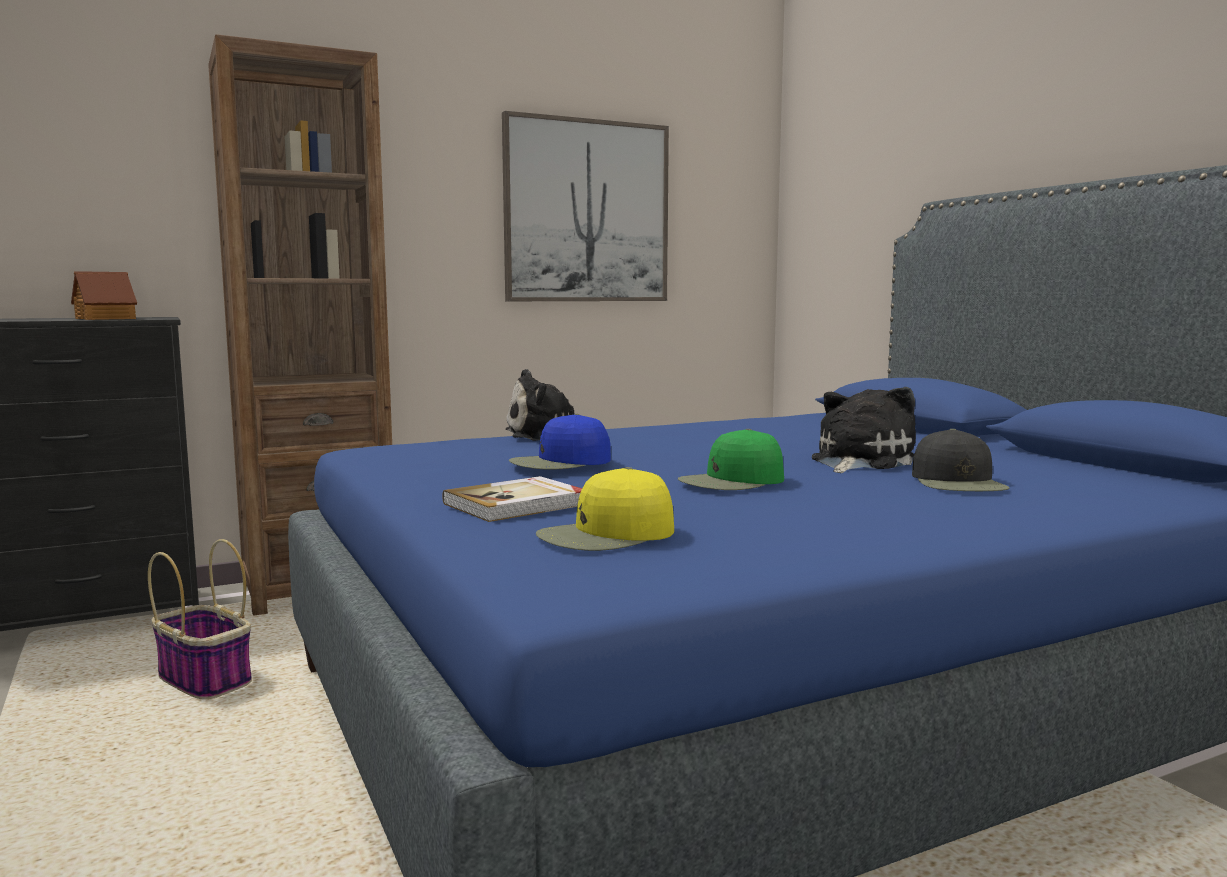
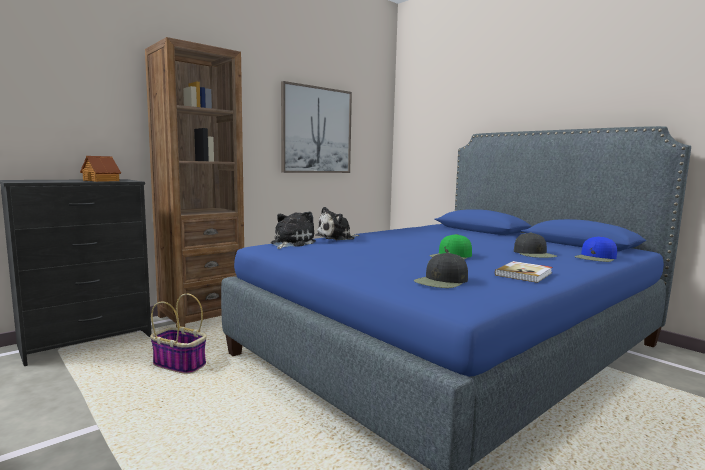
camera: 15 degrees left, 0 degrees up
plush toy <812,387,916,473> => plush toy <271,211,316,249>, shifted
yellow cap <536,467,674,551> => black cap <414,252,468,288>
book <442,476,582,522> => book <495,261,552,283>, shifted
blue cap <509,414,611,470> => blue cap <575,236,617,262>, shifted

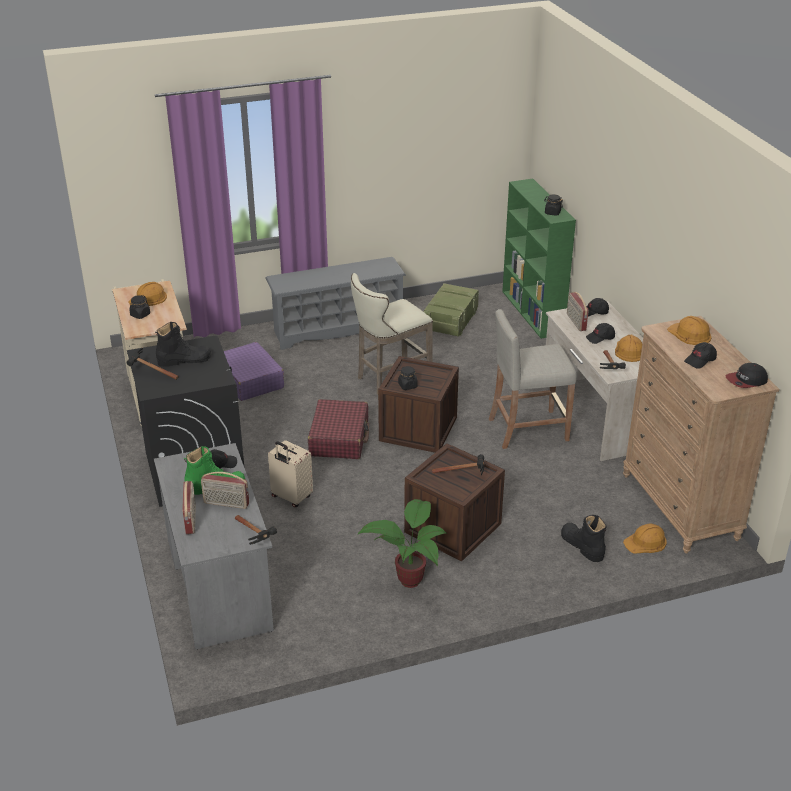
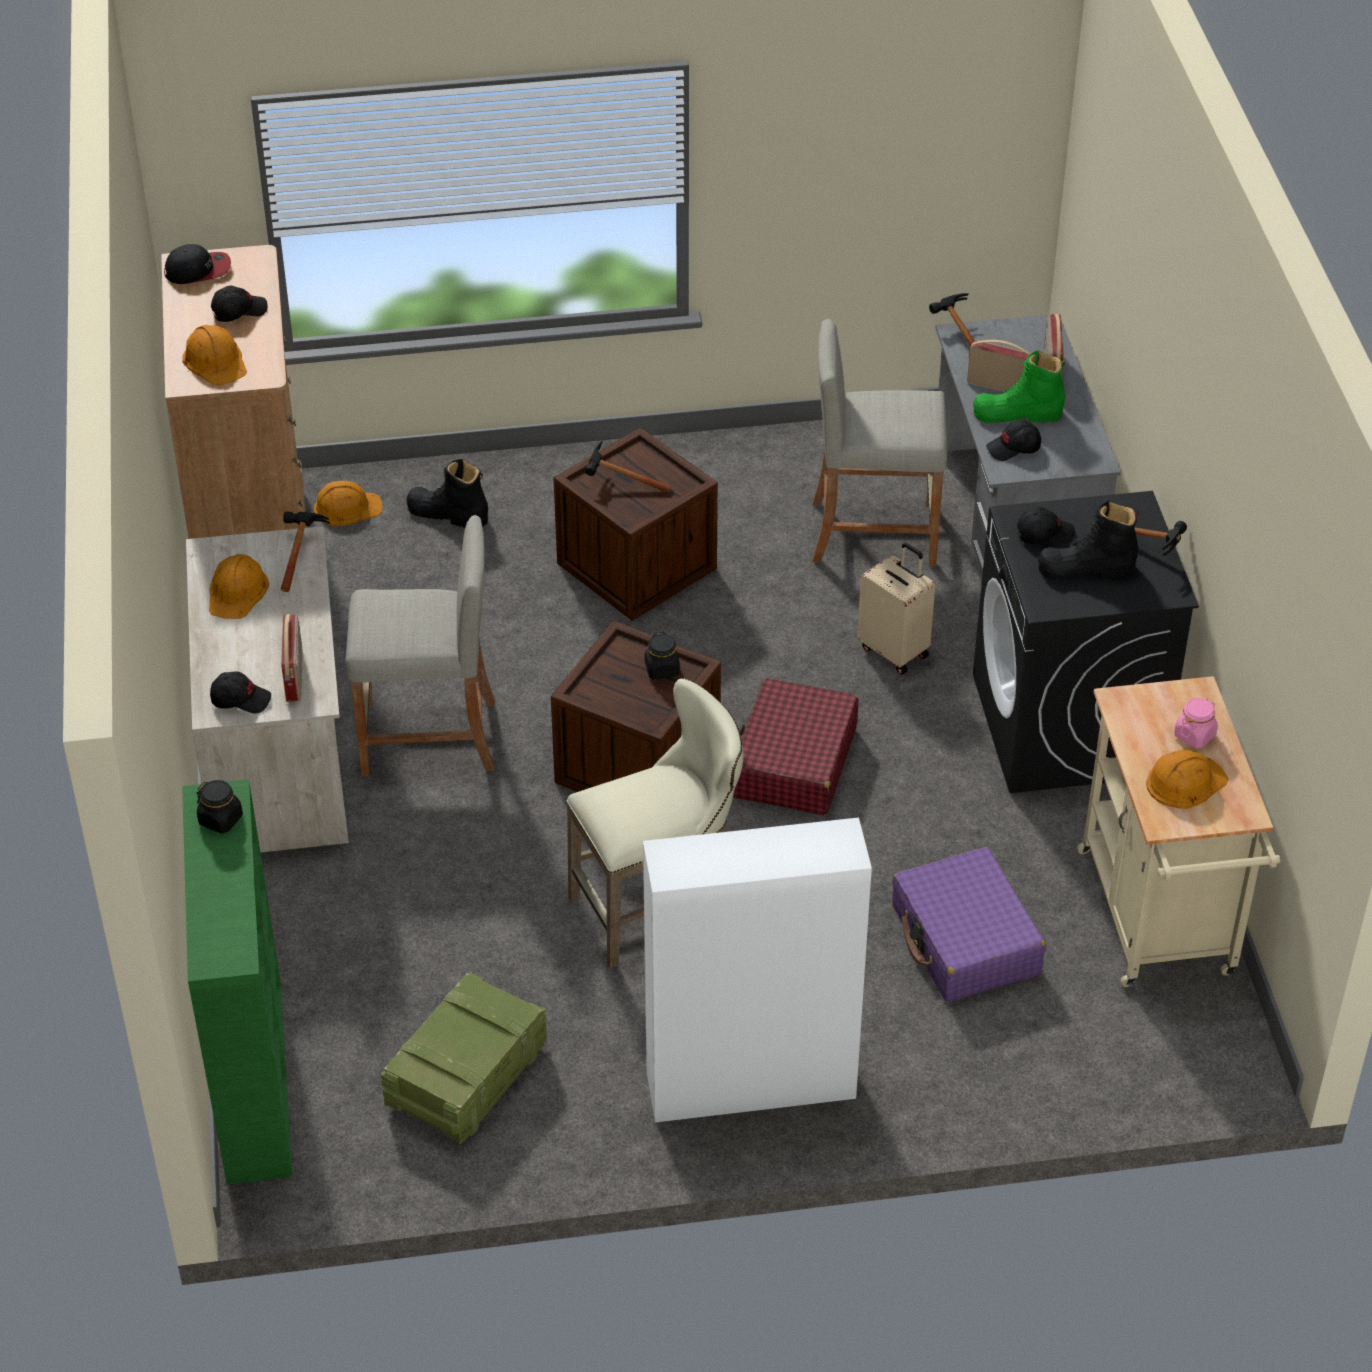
camera: 170 degrees left, 10 degrees up
black boot <561,515,606,562> => black boot <406,459,488,528>, 135 degrees clockwise
grey shoe rack <266,257,406,350> => white cabinet <643,818,872,1123>
nothing => beige stool <812,319,947,567>
black cap <586,323,615,344> => black cap <1017,507,1075,544>, shifted
black jar <129,295,150,319> => pink jar <1174,698,1218,748>
potted plant <357,499,447,588> => nothing

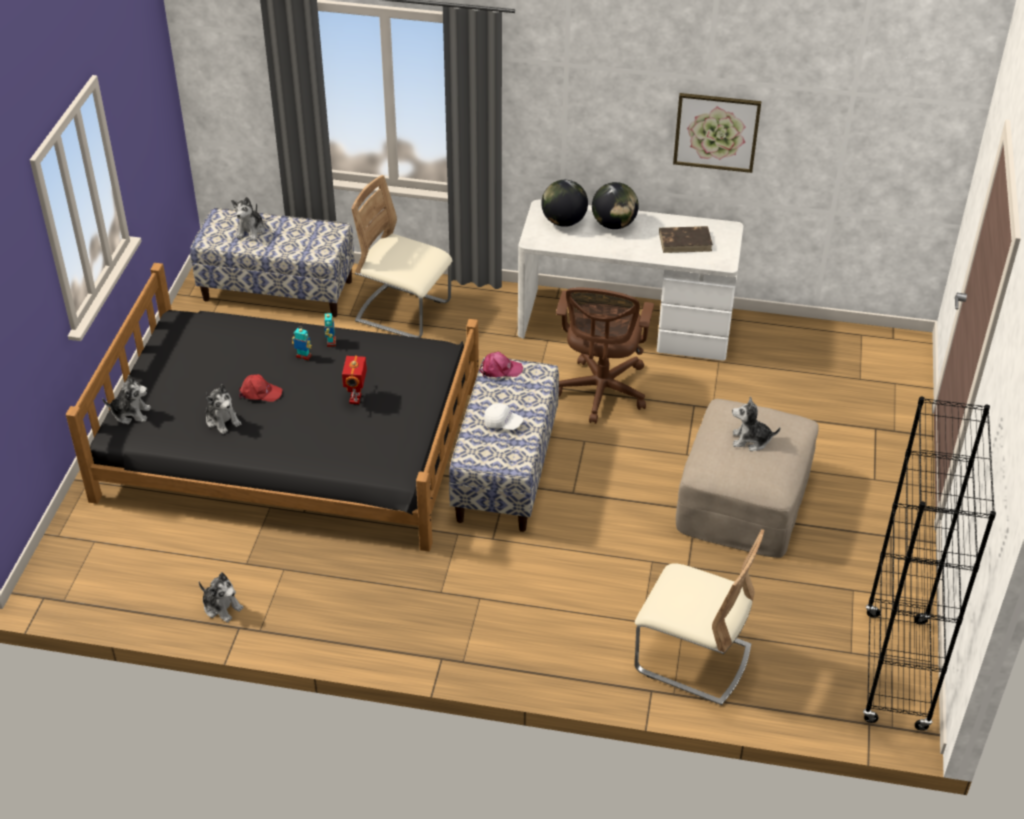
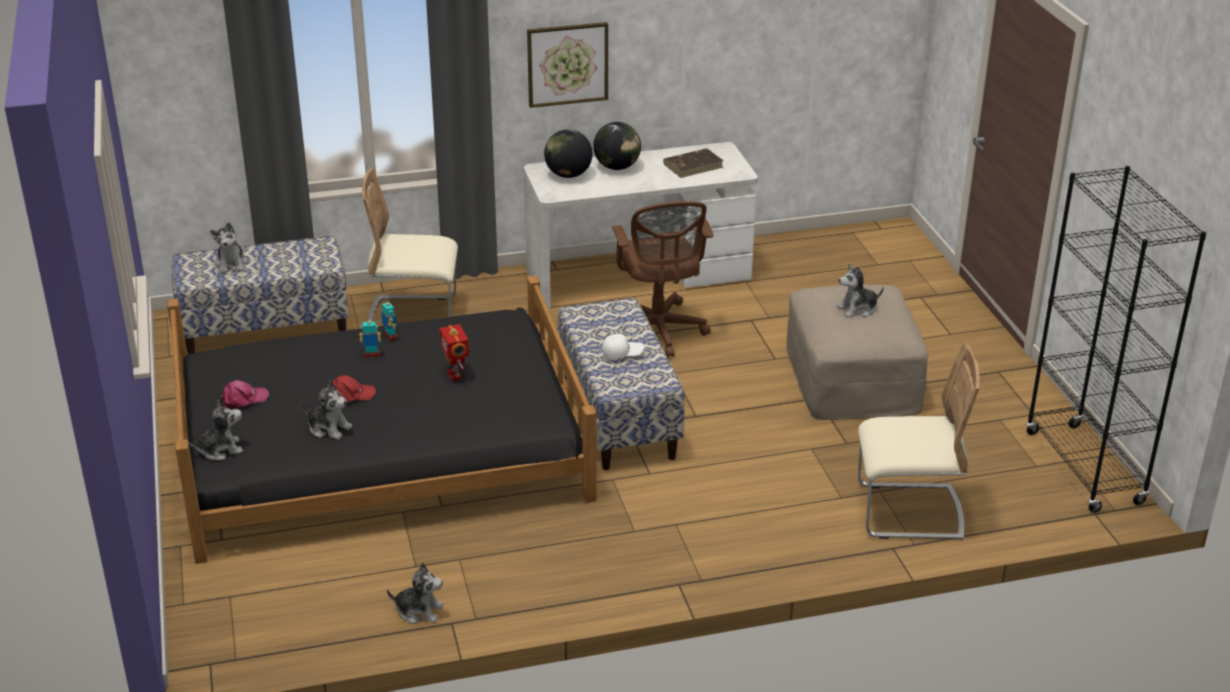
camera: 25 degrees left, 10 degrees down
pink cap <480,352,523,377> => pink cap <220,380,269,409>, shifted
picture <673,93,761,173> => picture <527,22,608,108>, shifted

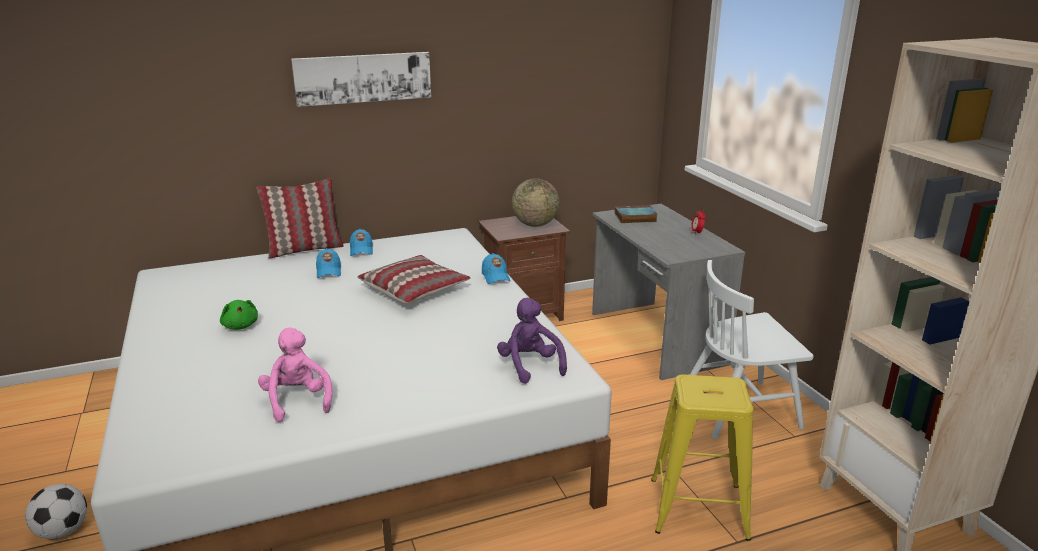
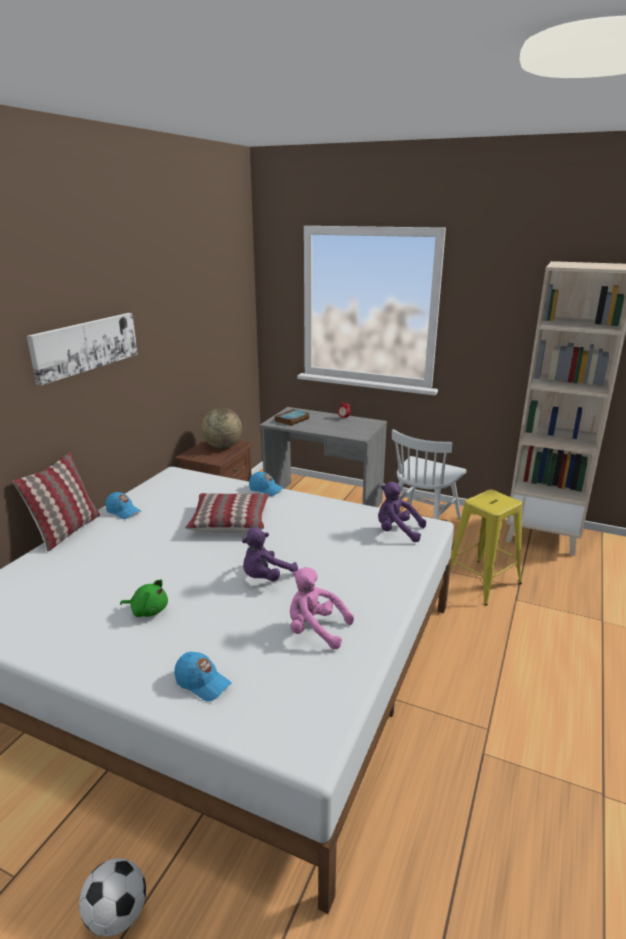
camera: 45 degrees left, 0 degrees up
blue cap <316,248,341,278> => blue cap <174,652,232,701>, shifted
nothing => purple plush toy <242,527,298,582>

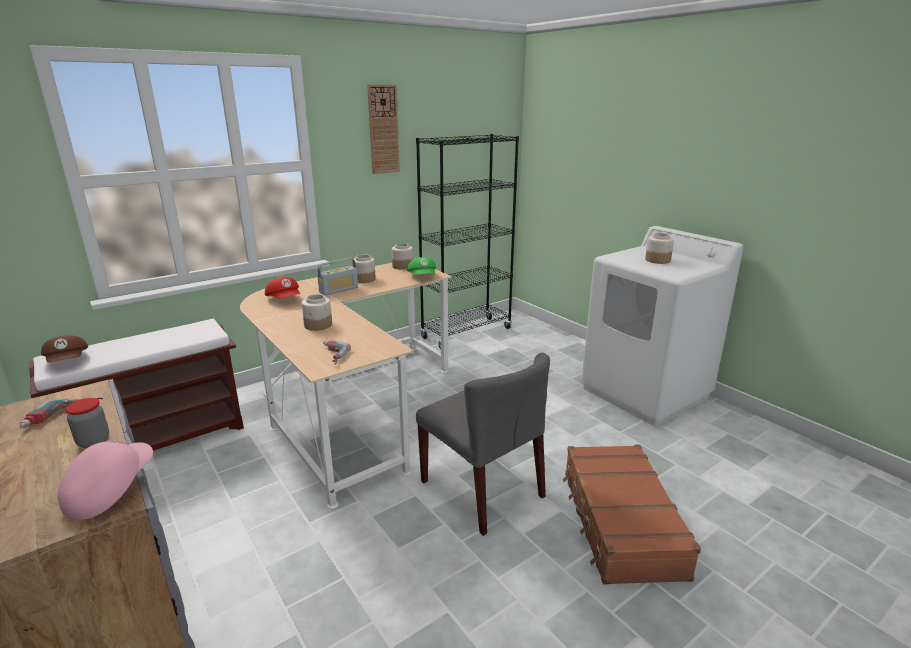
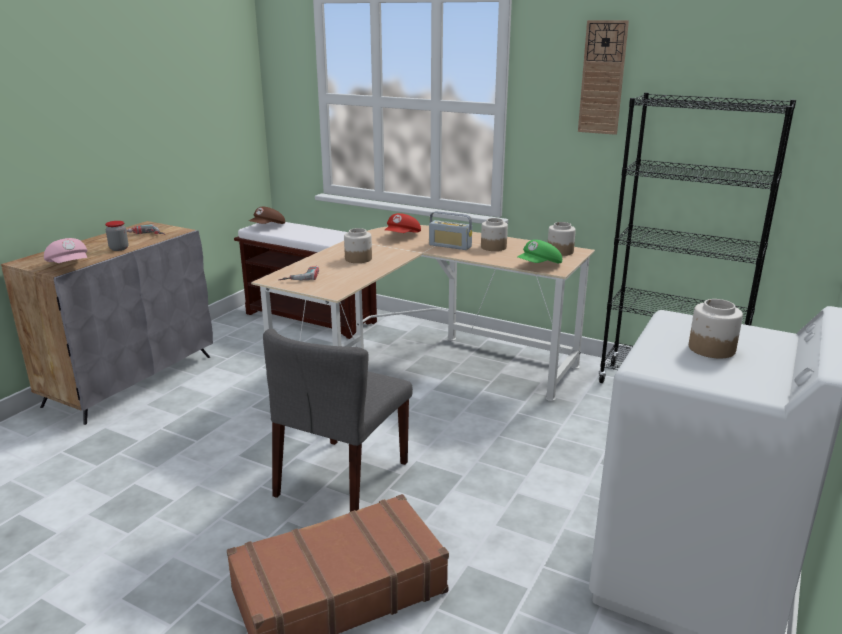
camera: 65 degrees right, 0 degrees up
pink cap <58,439,153,520> => pink cap <44,238,87,263>, 60 degrees clockwise

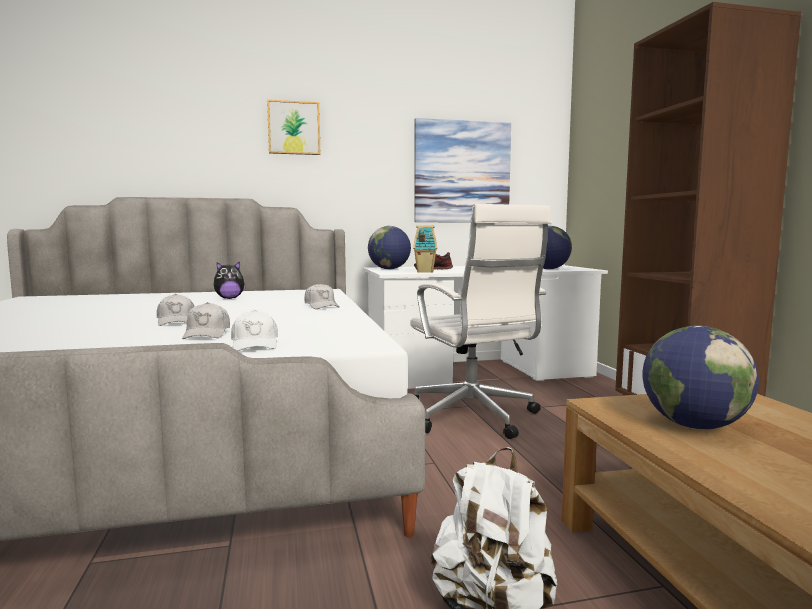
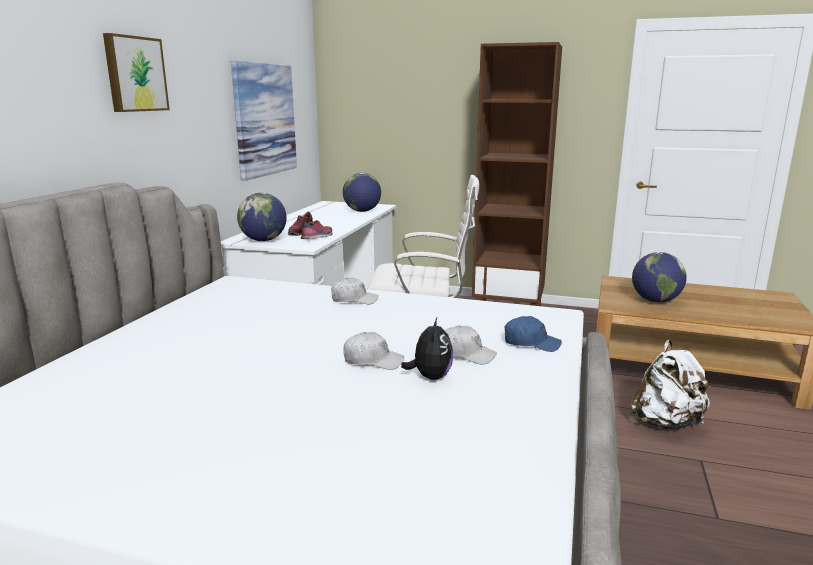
camera: 60 degrees left, 10 degrees up
toy house <413,225,437,273> => shoe <301,220,333,239>
plush toy <214,261,246,299> => plush toy <401,318,453,380>, shifted
white cap <231,310,278,351> => blue cap <504,316,562,352>

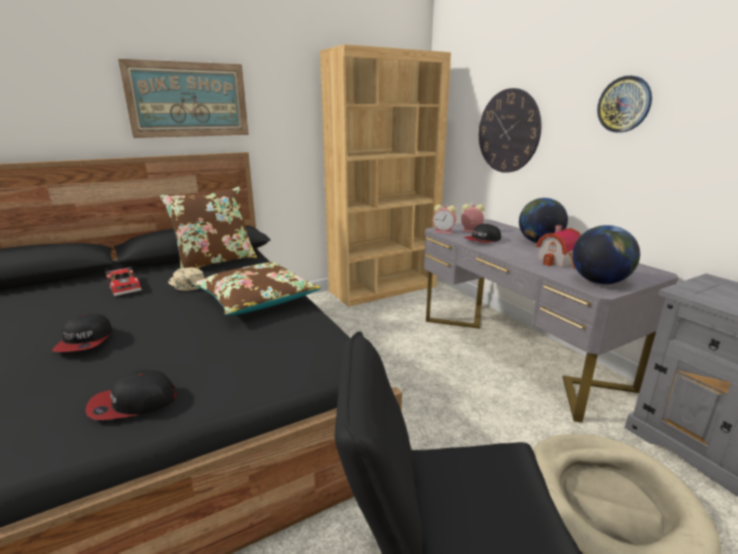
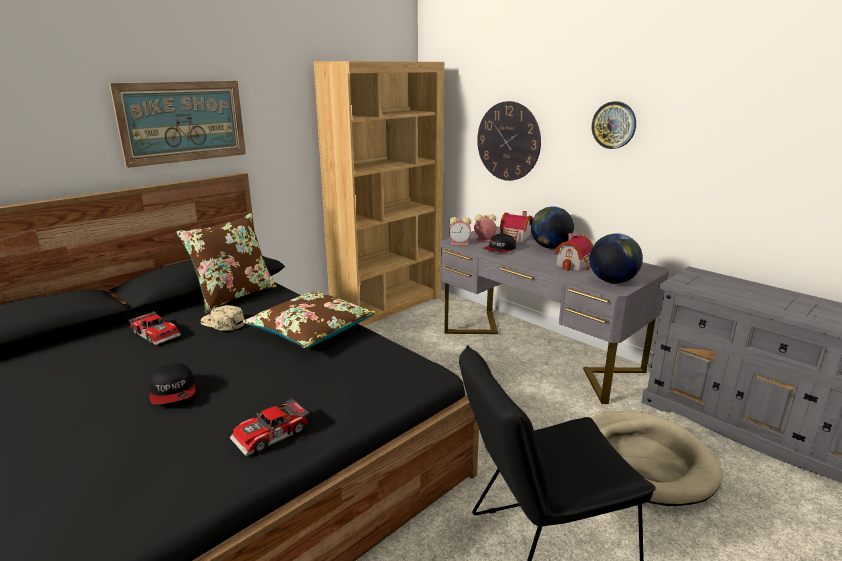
camera: 15 degrees left, 0 degrees up
cap <86,369,176,420> => toy car <230,398,310,456>
nothing => toy house <500,211,533,242>

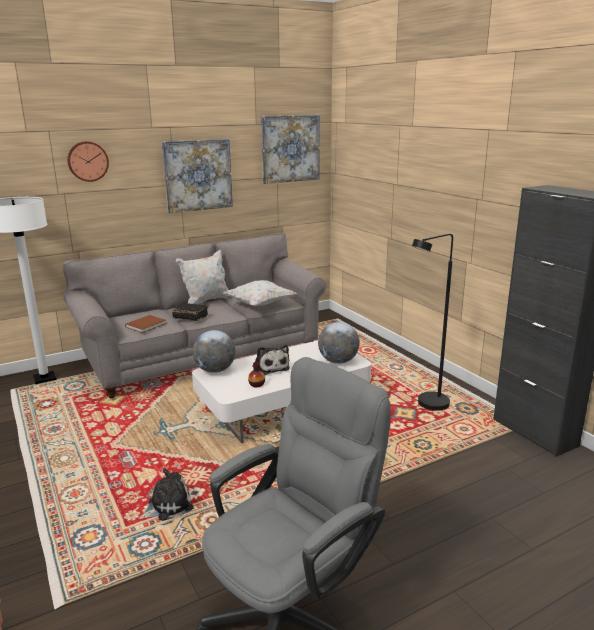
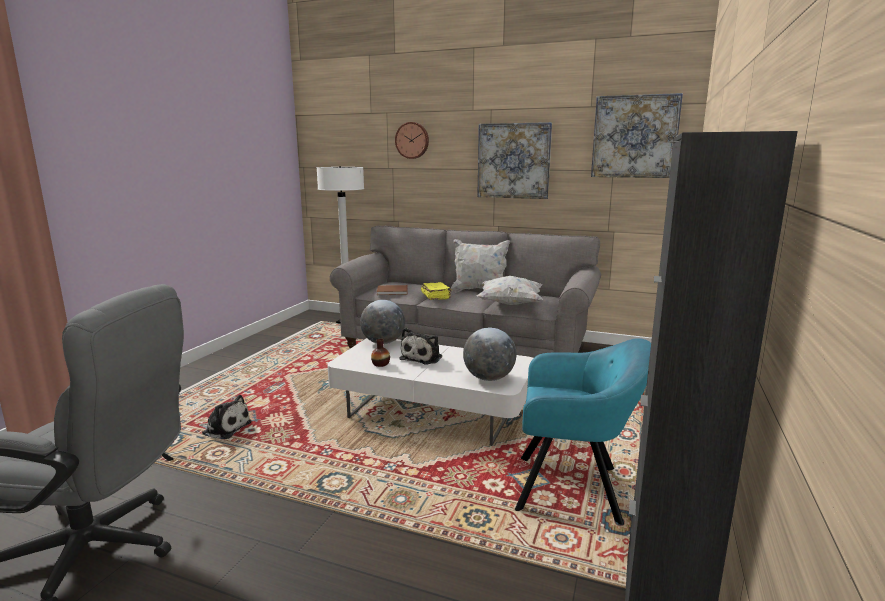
camera: 50 degrees right, 5 degrees down
black book <172,303,208,321> => yellow book <421,282,452,300>
black floor lamp <412,234,453,411> => turquoise armchair <515,338,651,525>

